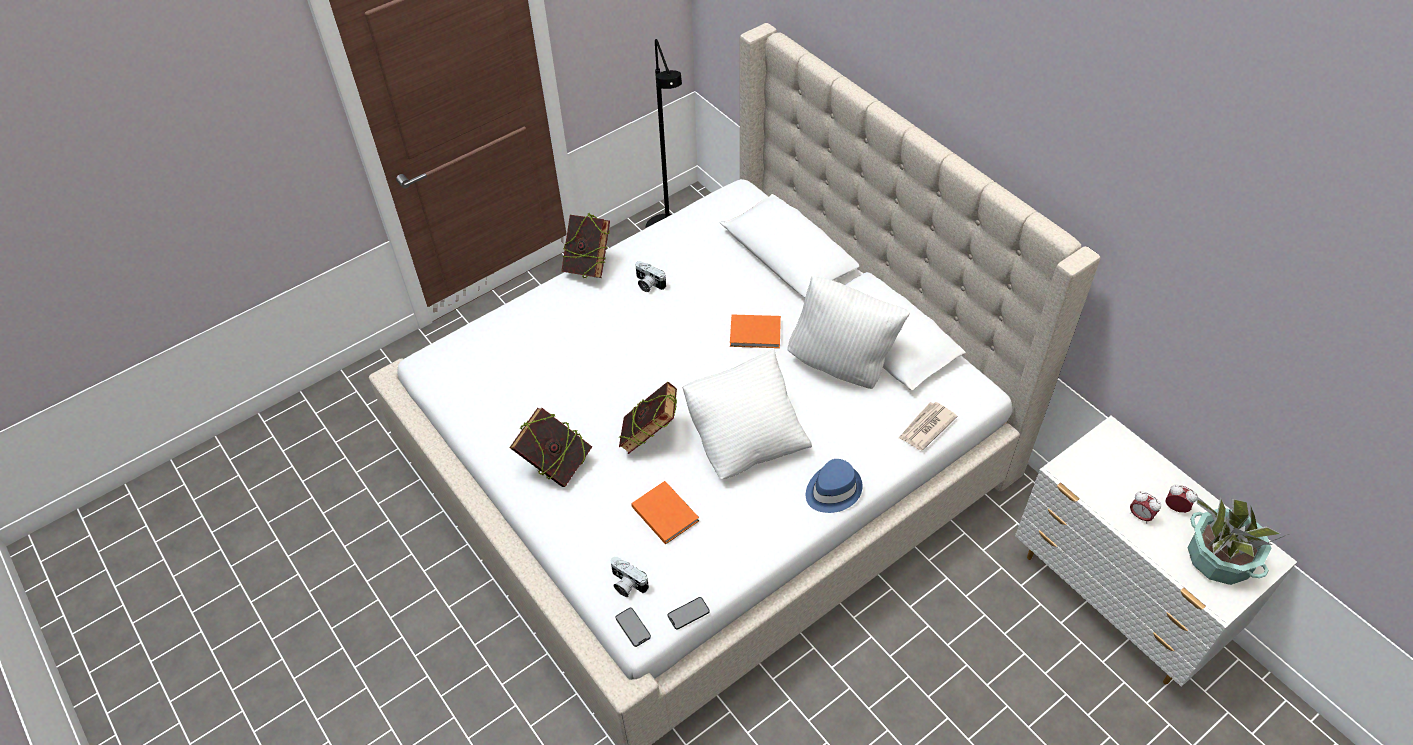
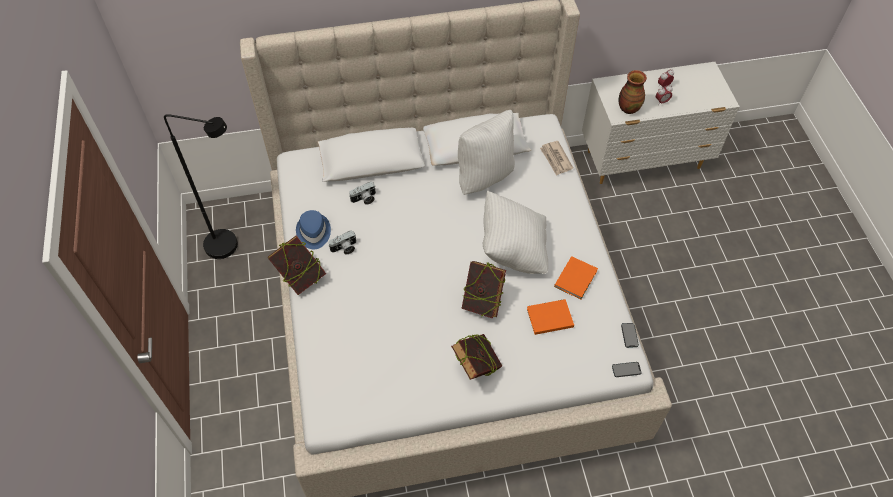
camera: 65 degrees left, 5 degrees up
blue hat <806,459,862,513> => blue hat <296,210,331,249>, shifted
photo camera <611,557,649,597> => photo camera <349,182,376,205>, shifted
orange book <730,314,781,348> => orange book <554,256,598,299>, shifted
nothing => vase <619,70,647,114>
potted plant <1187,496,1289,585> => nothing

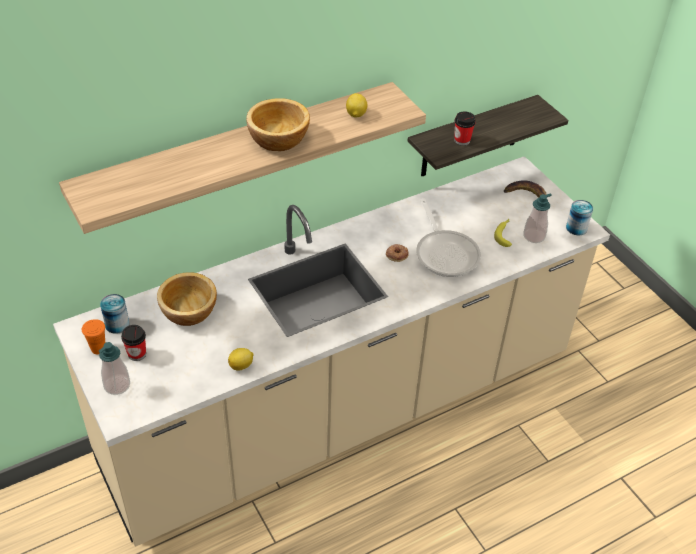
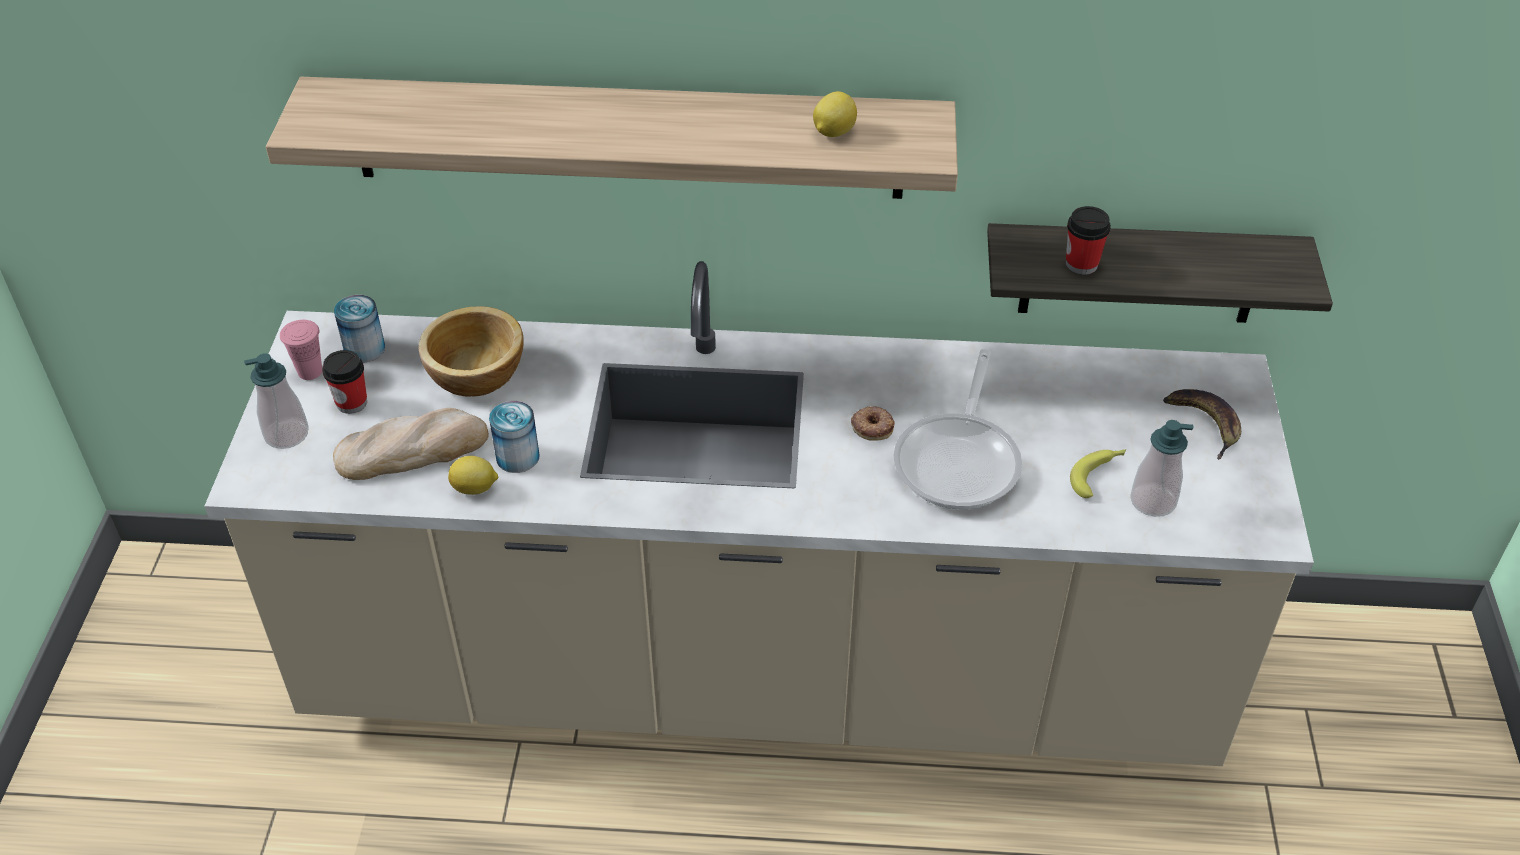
camera: 35 degrees right, 0 degrees up
orange cup <82,319,105,354> => pink cup <280,320,322,380>
nothing => bread <333,408,489,480>
can <566,200,593,235> => can <489,401,540,473>, shifted
bowl <246,98,310,151> => nothing

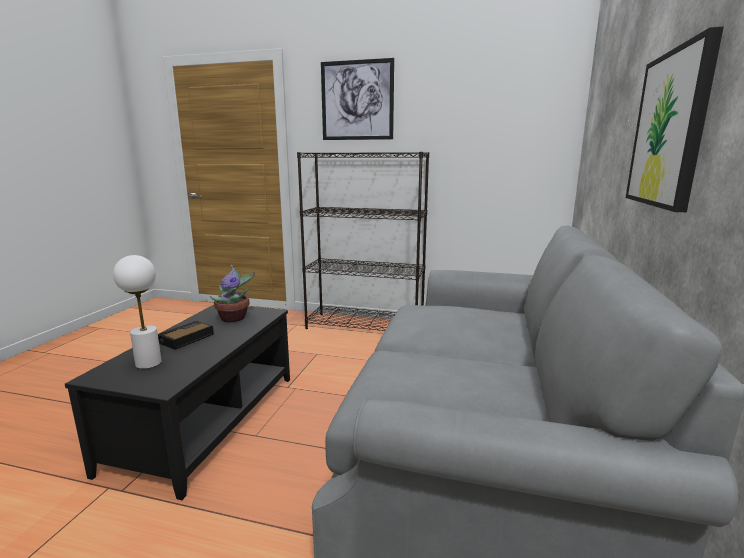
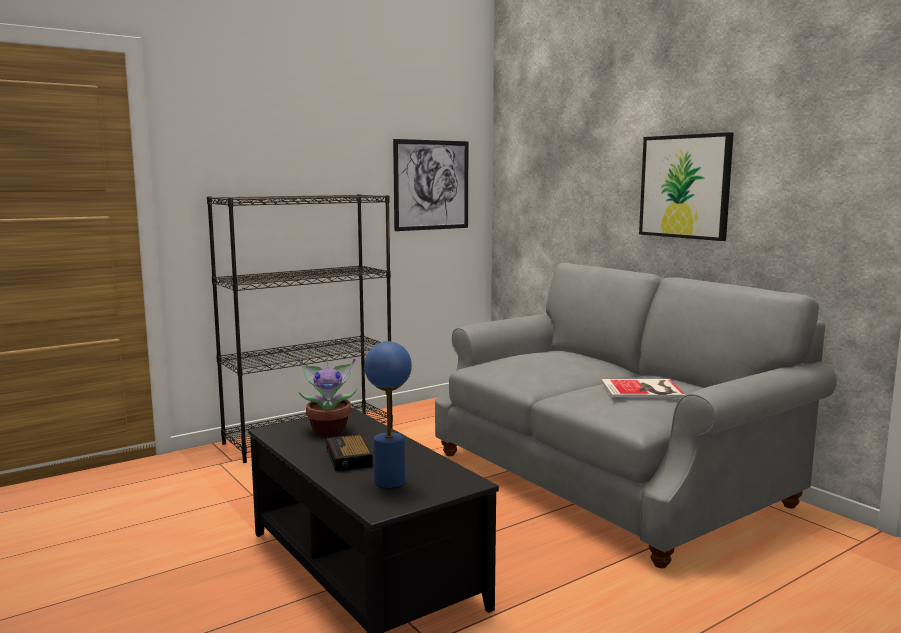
camera: 50 degrees left, 5 degrees down
white table lamp <113,255,162,369> => blue table lamp <364,341,412,488>
picture <321,58,394,140> => picture <393,139,468,231>, shifted
nothing => book <601,379,685,398>

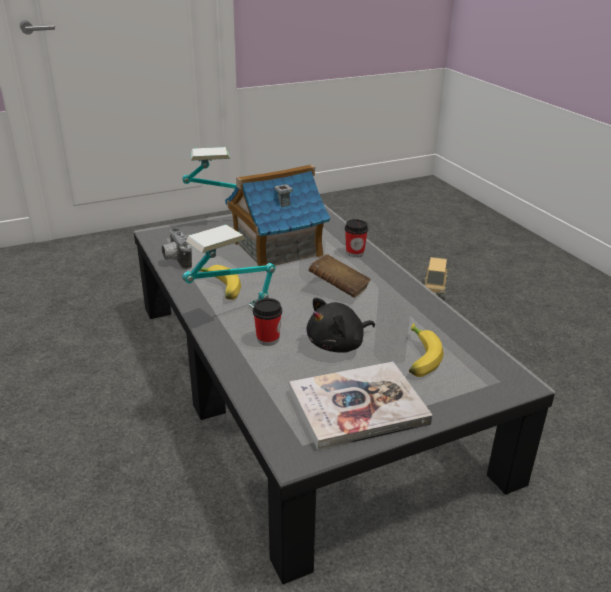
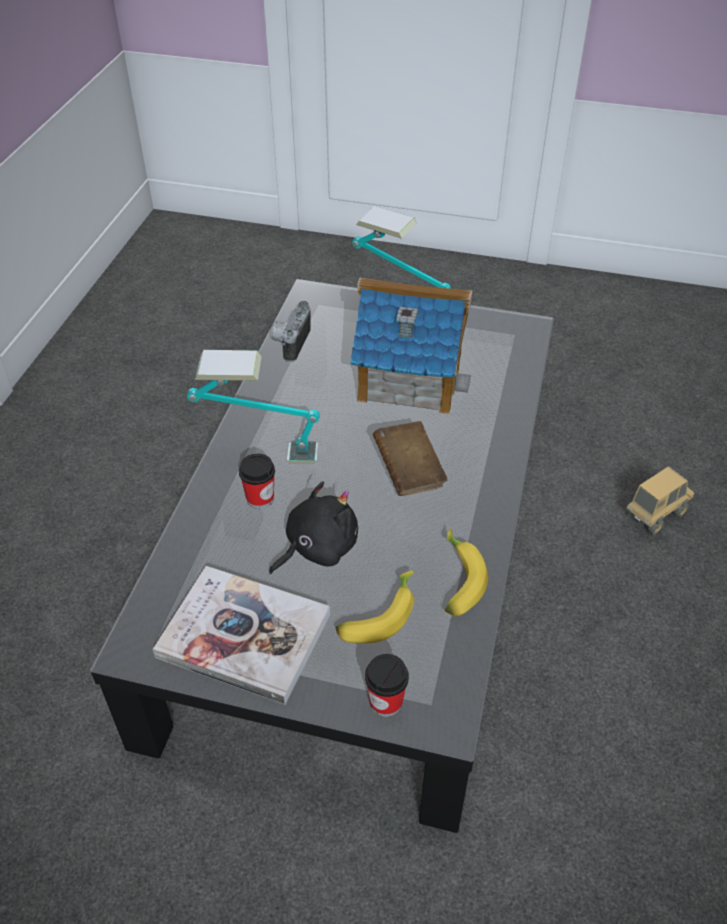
camera: 40 degrees right, 15 degrees up
black plush toy <307,298,375,353> => black plush toy <269,481,358,574>, 135 degrees clockwise
cup <345,219,368,257> => cup <365,654,409,717>, shifted
banana <199,265,241,300> => banana <445,528,488,616>, shifted

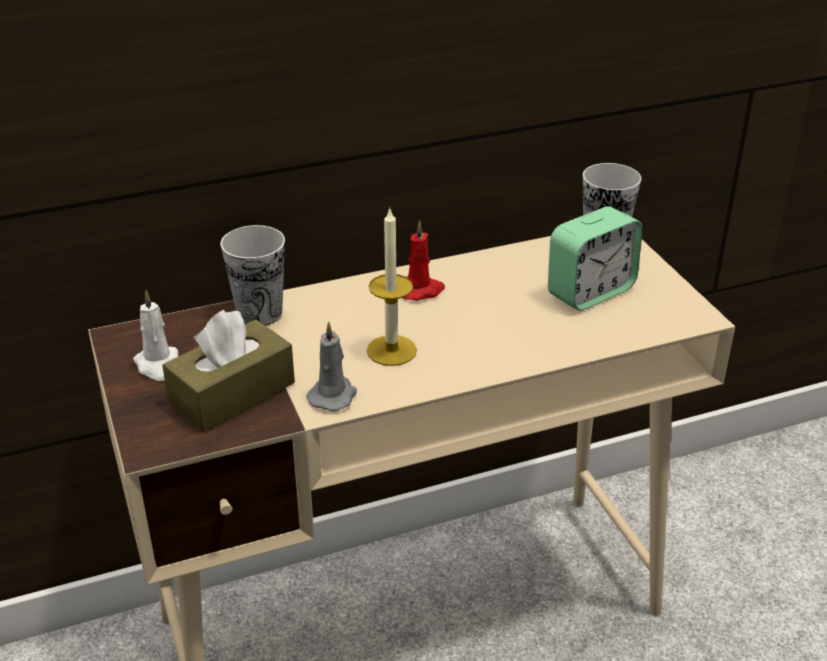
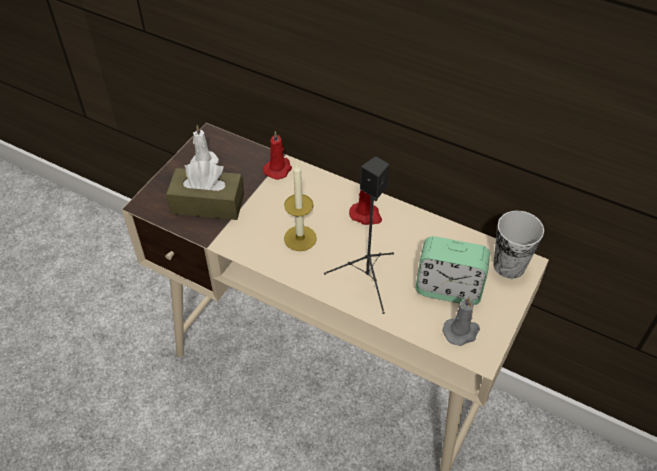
camera: 50 degrees right, 15 degrees up
cup <220,225,285,326> => red candle <263,131,292,180>
nothing => black speaker <324,156,394,314>
grey candle <307,322,357,412> => grey candle <442,296,480,346>, shifted

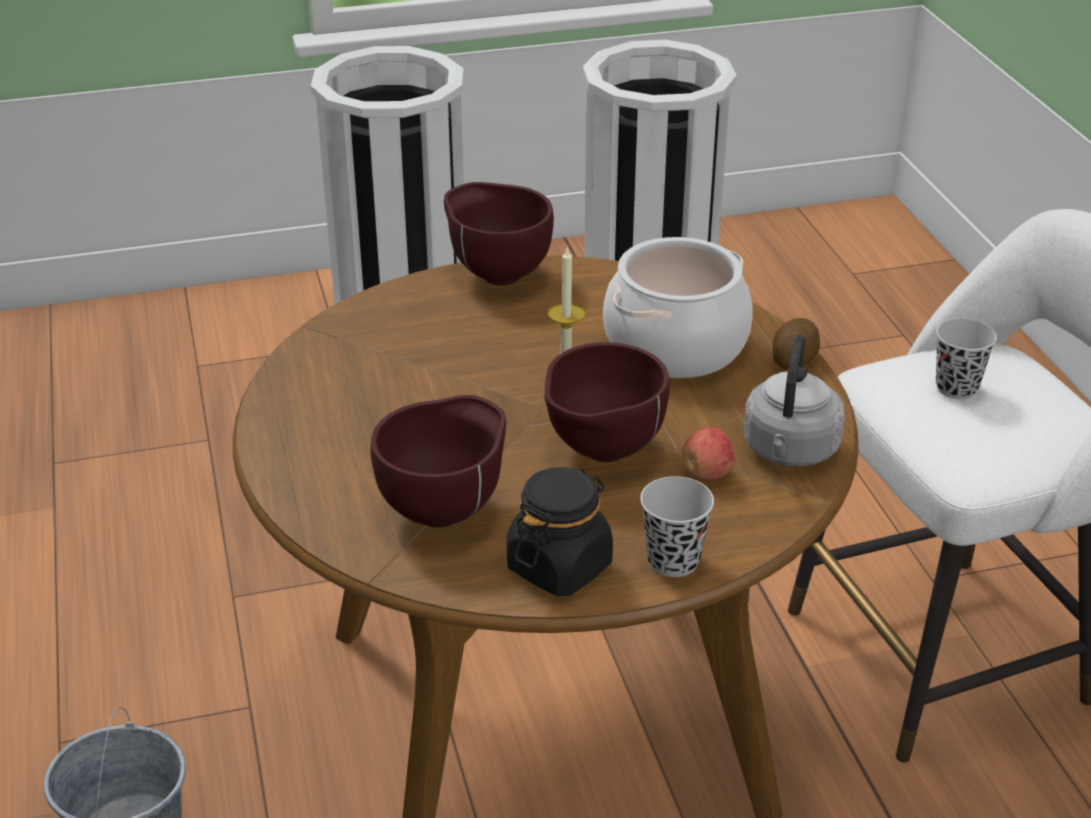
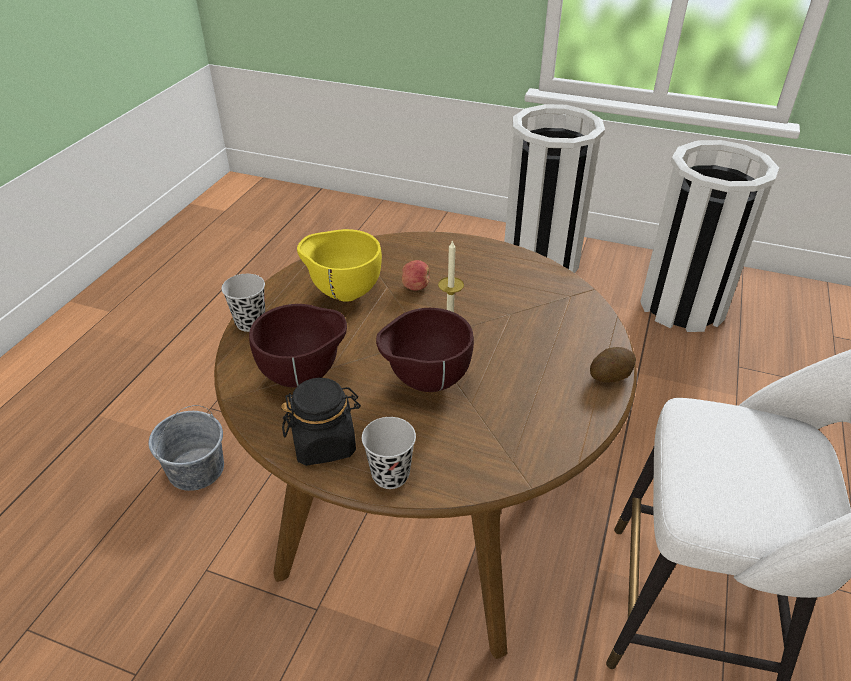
camera: 35 degrees right, 5 degrees up
black cup <936,318,997,399> => black cup <221,274,265,332>, shifted
nothing => yellow bowl <297,229,382,302>
apple <682,427,735,480> => apple <402,260,430,290>, shifted
brown bowl <444,182,554,286> => nothing
cooking pot <603,237,753,378> => nothing
grey kettle <744,335,845,467> => nothing

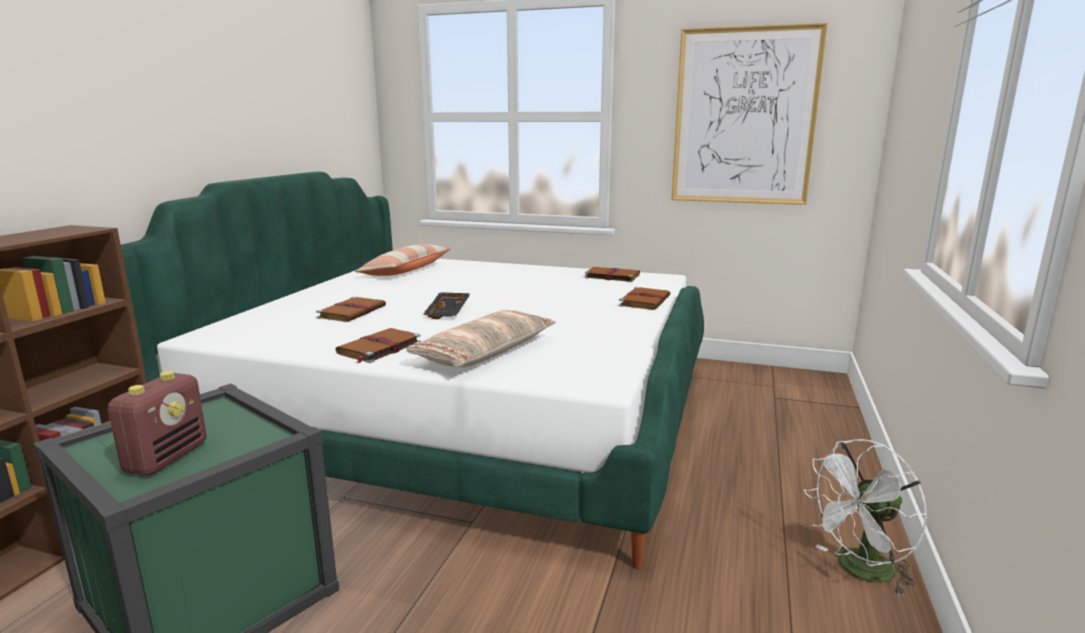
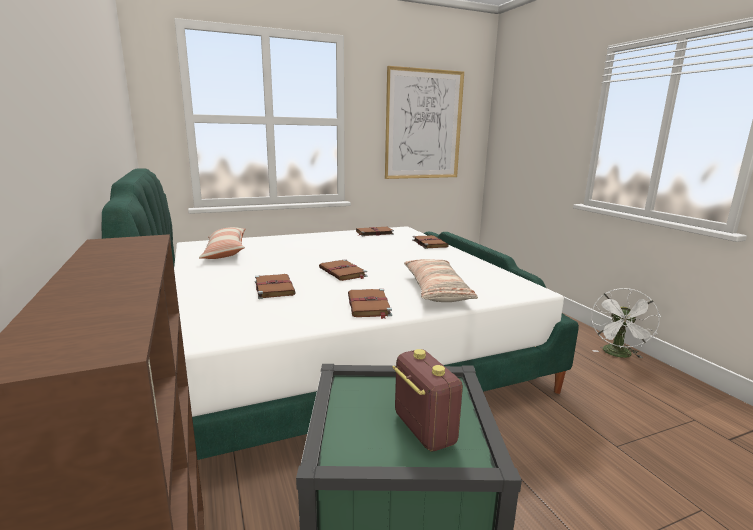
camera: 40 degrees left, 0 degrees up
black tray <423,293,471,319> => brown book <319,259,367,281>

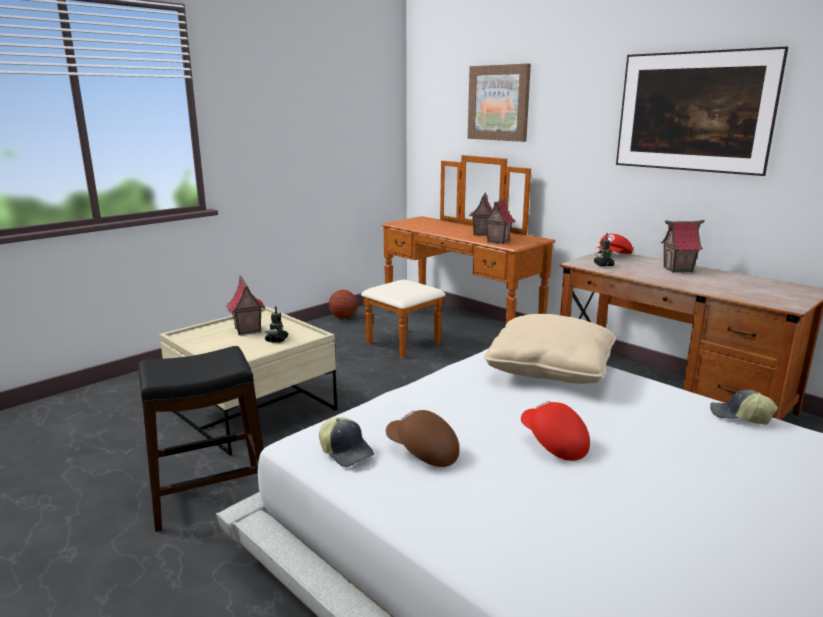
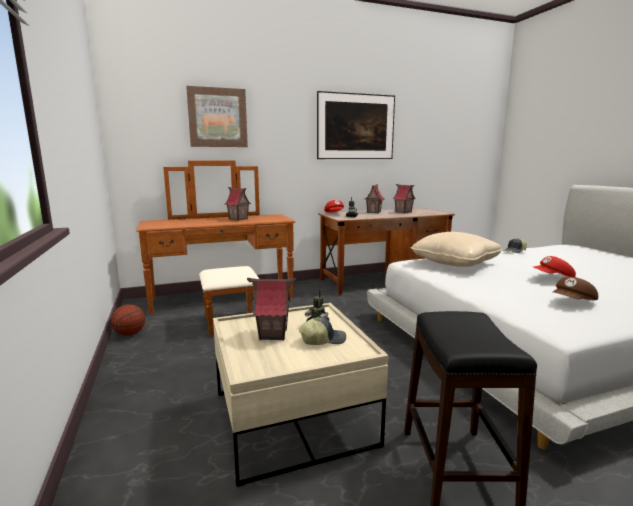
camera: 65 degrees left, 5 degrees down
cap <319,417,374,467> => cap <299,317,346,345>, shifted
toy house <483,197,515,244> => toy house <393,184,416,213>, shifted

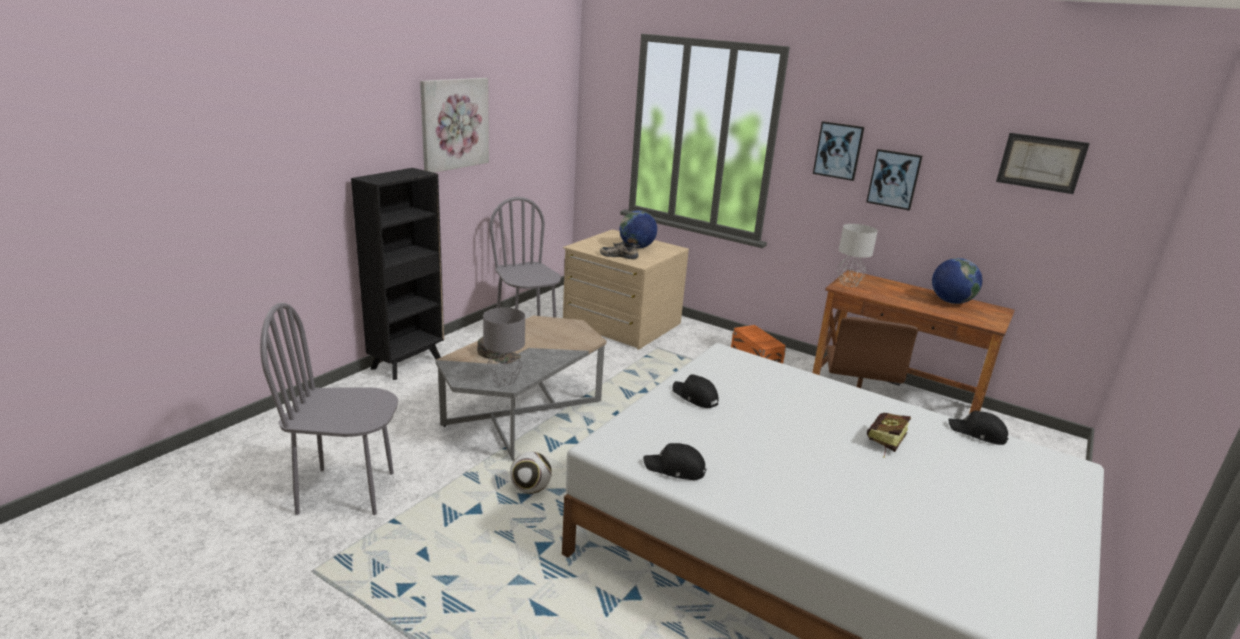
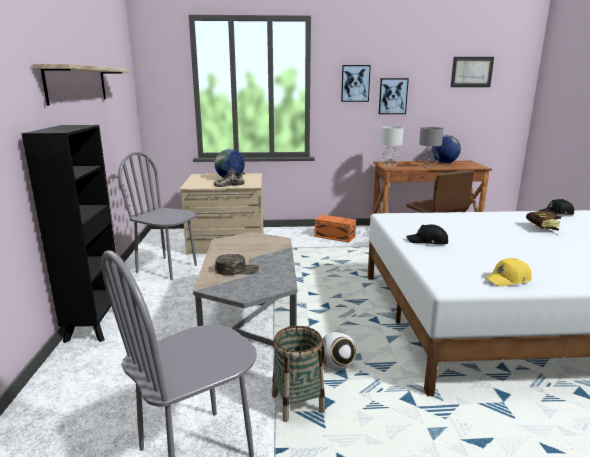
camera: 35 degrees left, 5 degrees down
picture <420,78,489,173> => shelf <33,64,131,105>
nothing => basket <272,326,325,422>
grey table lamp <483,307,525,386> => grey table lamp <419,127,444,168>, shifted
black cap <643,443,706,480> => yellow cap <485,258,532,287>

